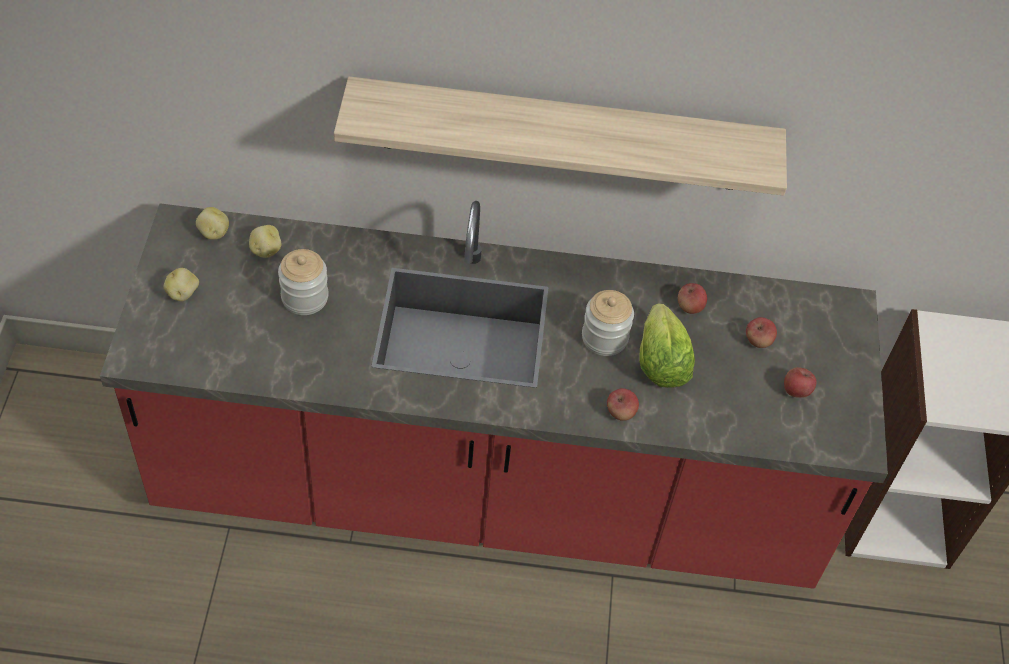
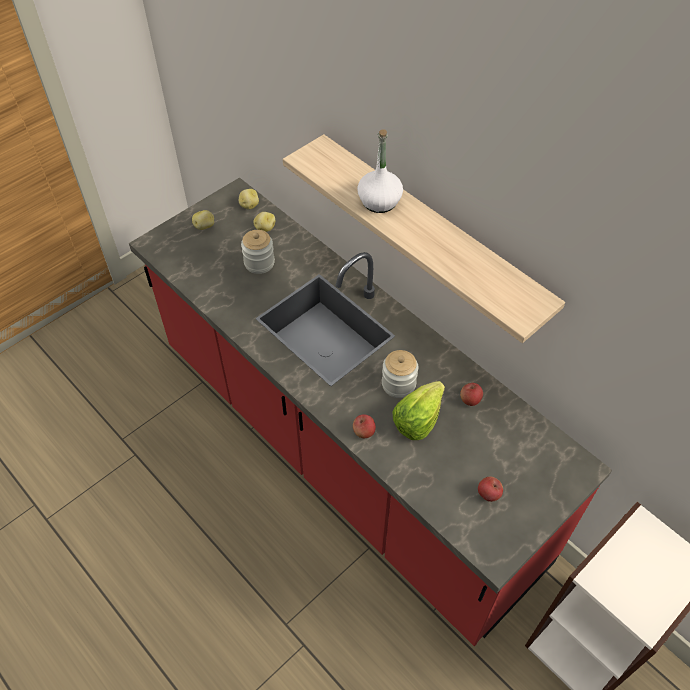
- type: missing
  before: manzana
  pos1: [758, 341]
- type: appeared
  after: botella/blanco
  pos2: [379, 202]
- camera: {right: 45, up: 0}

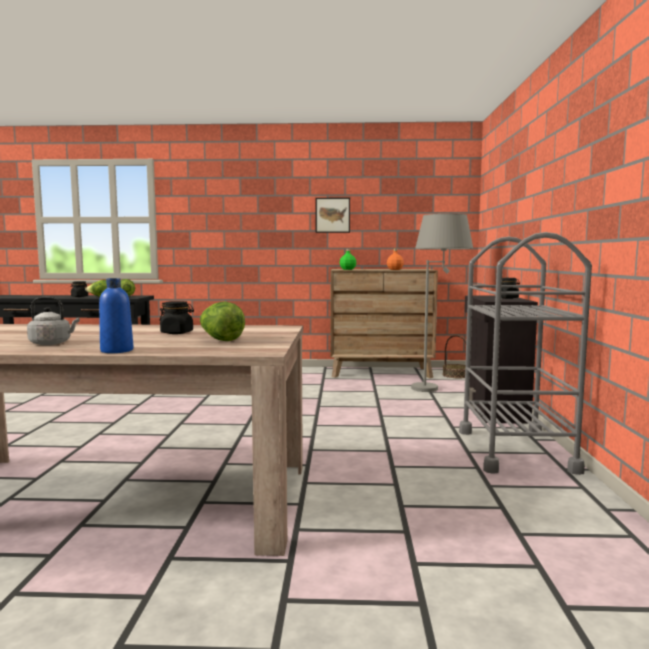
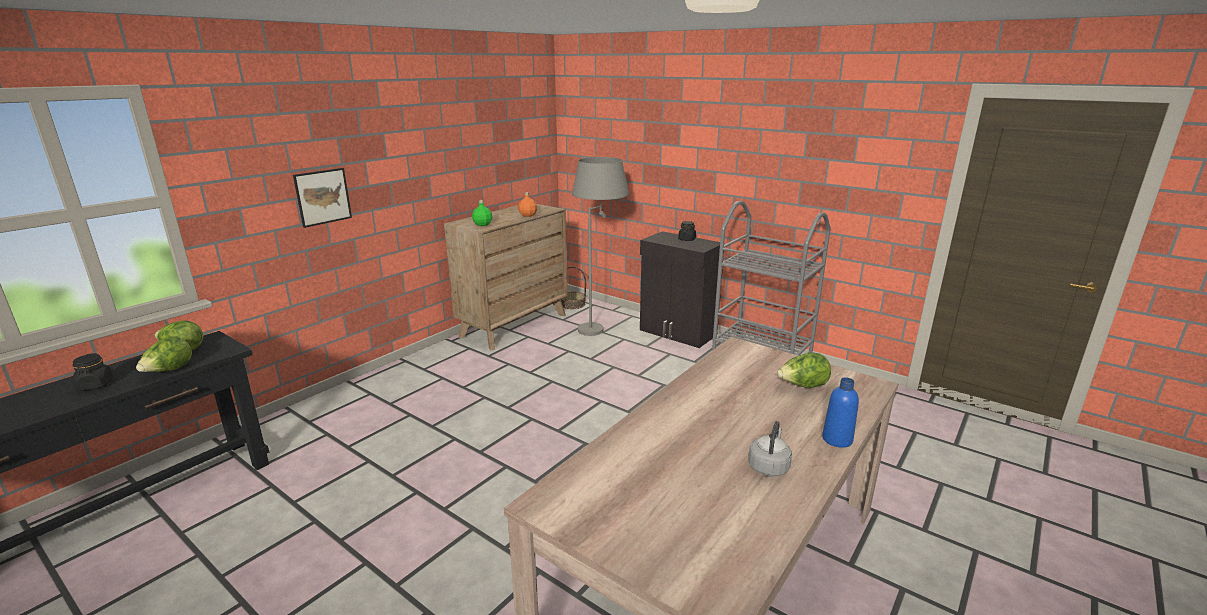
- type: missing
  before: tarro/negro
  pos1: [177, 333]
- type: relocated
  before: cuadro
  pos1: [332, 215]
  pos2: [323, 197]
- camera: {right: -55, up: 15}

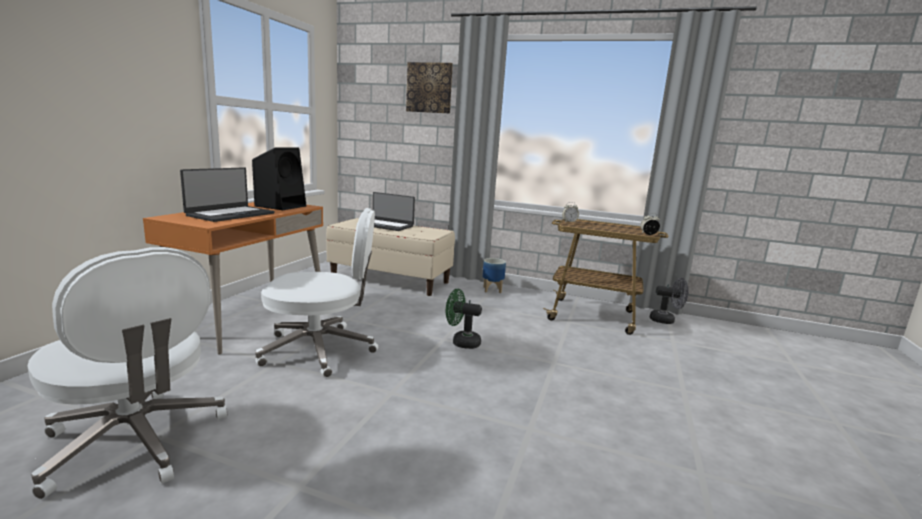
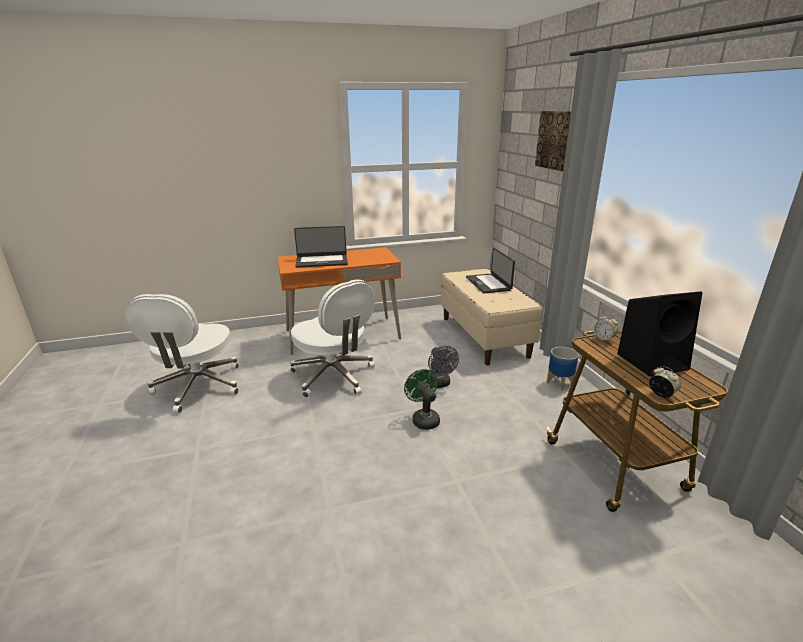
- type: relocated
  before: altavoz/negro
  pos1: [281, 206]
  pos2: [653, 361]
- type: relocated
  before: ventilador/gris
  pos1: [666, 320]
  pos2: [440, 384]
- camera: {right: 55, up: 10}

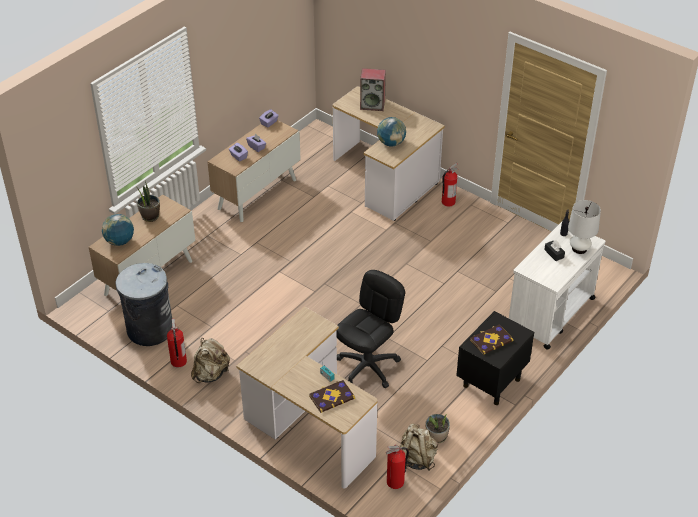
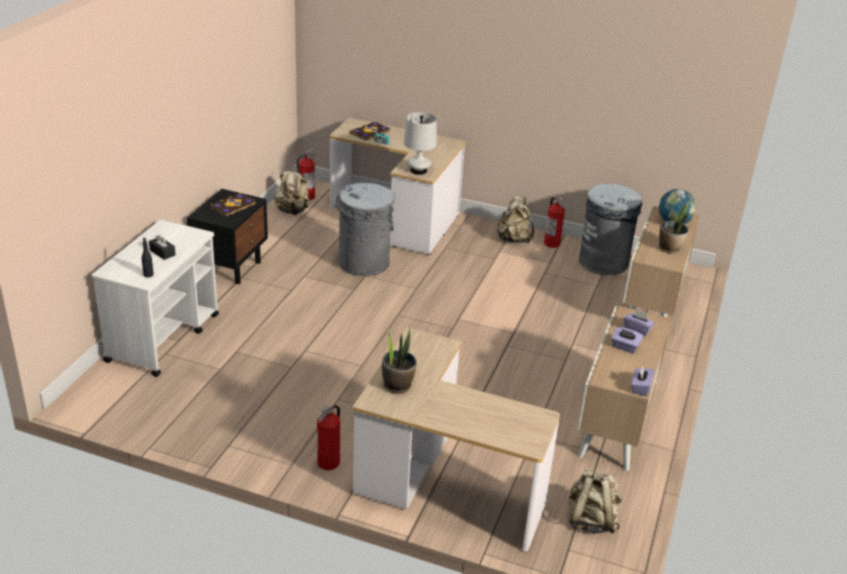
- type: missing
  before: altavoz
  pos1: [373, 105]
- type: missing
  before: globo terráqueo
  pos1: [391, 143]
- type: appeared
  after: mochila/beis
  pos2: [590, 520]
- type: relocated
  before: planta en maceta
  pos1: [436, 437]
  pos2: [397, 385]
- type: relocated
  before: lámpara de mesa/blanco
  pos1: [579, 248]
  pos2: [418, 170]
- type: exchanged
  before: silla de oficina/negro
  after: papelera/gris
  pos1: [368, 367]
  pos2: [364, 263]
- camera: {right: 160, up: -10}

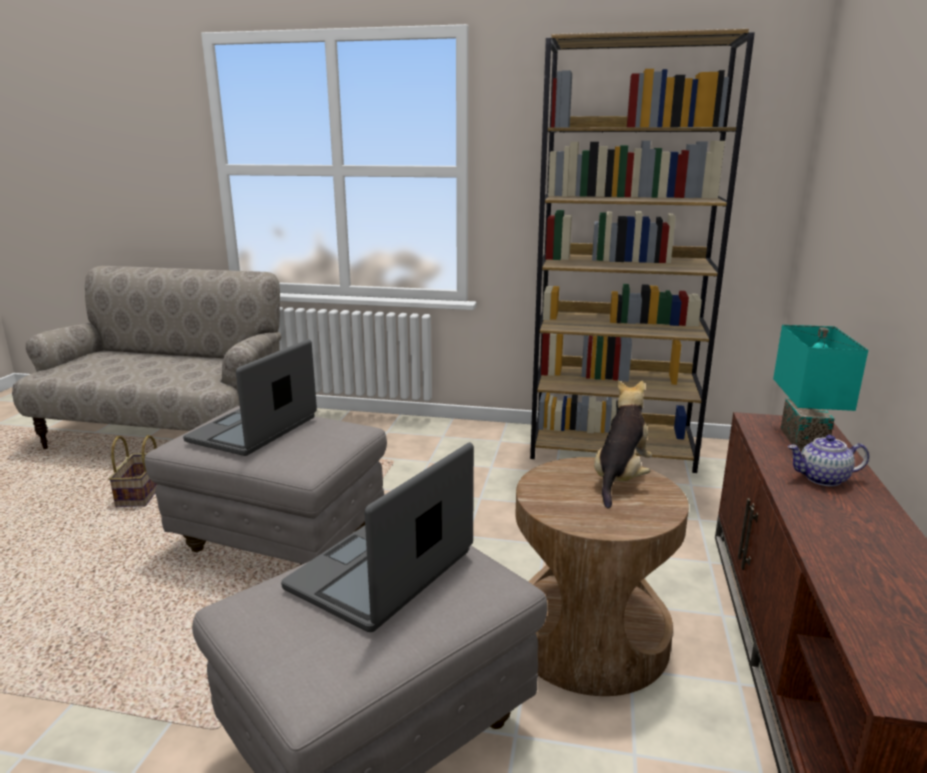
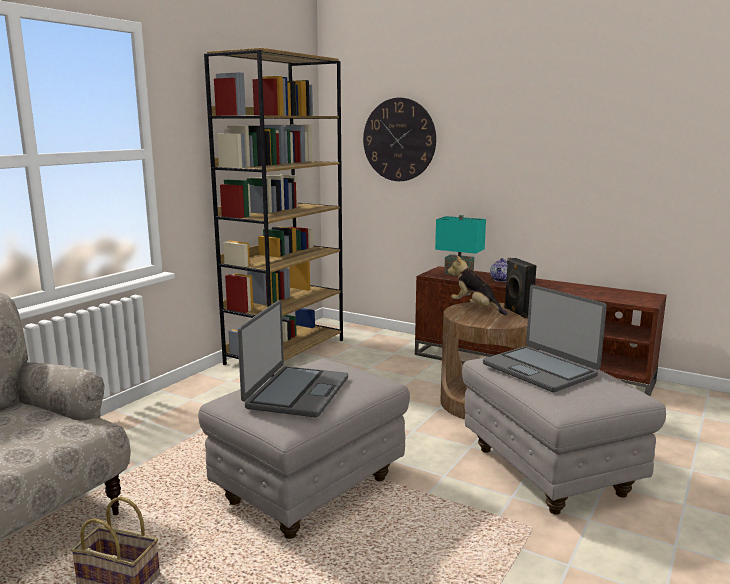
- type: appeared
  after: reloj de pared
  pos2: [399, 140]
- type: appeared
  after: altavoz/negro
  pos2: [517, 312]
- type: spun
  before: portátil
  pos1: [254, 430]
  pos2: [296, 392]
  turn: -120
- camera: {right: -70, up: -5}

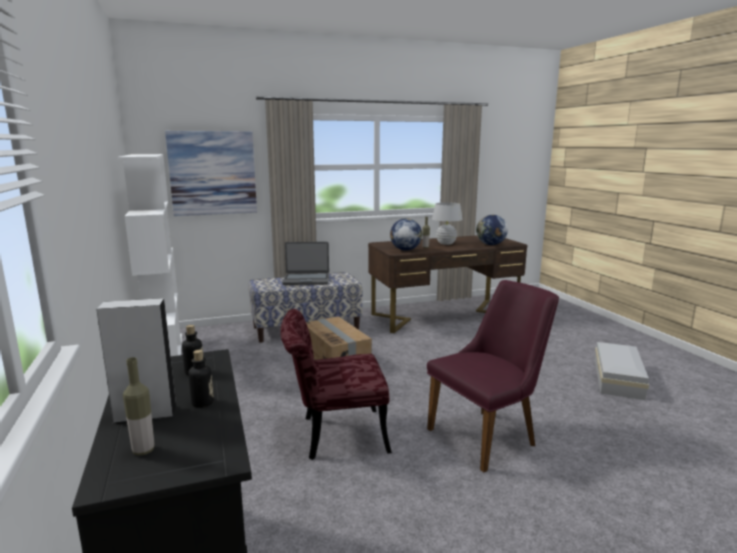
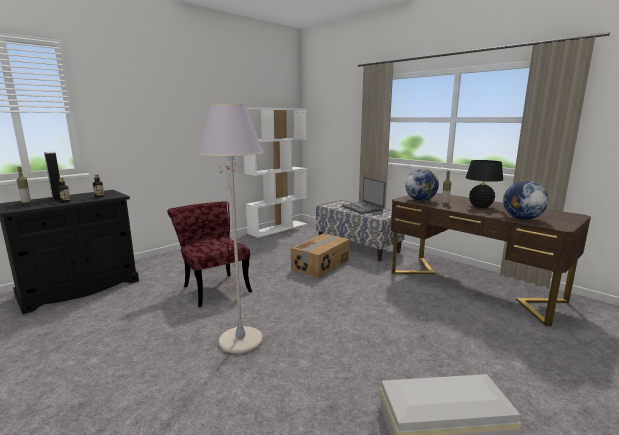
- type: missing
  before: cuadro
  pos1: [213, 173]
- type: exchanged
  before: silla/morado
  after: lámpara de pie/gris
  pos1: [489, 435]
  pos2: [240, 341]
- type: colour
  before: lámpara de mesa/blanco
  after: lámpara de mesa/negro
  pos1: [446, 243]
  pos2: [480, 206]
- camera: {right: 65, up: 0}

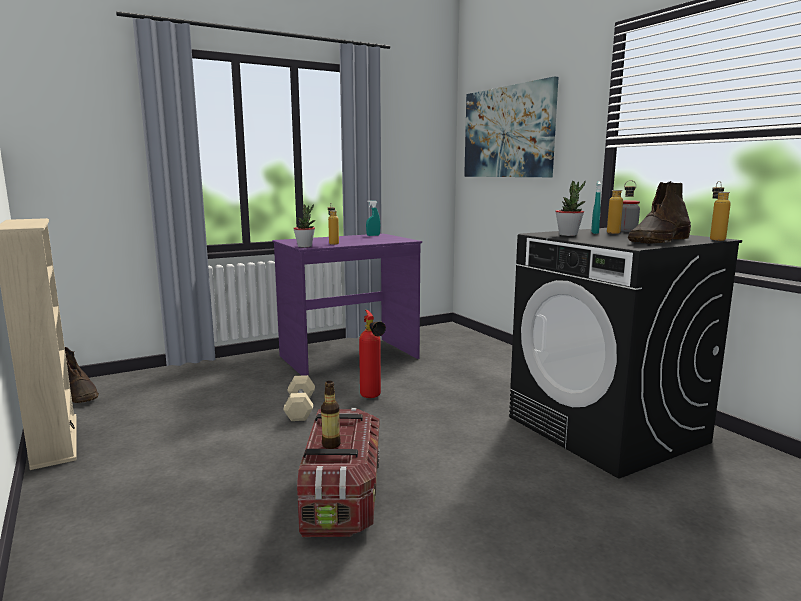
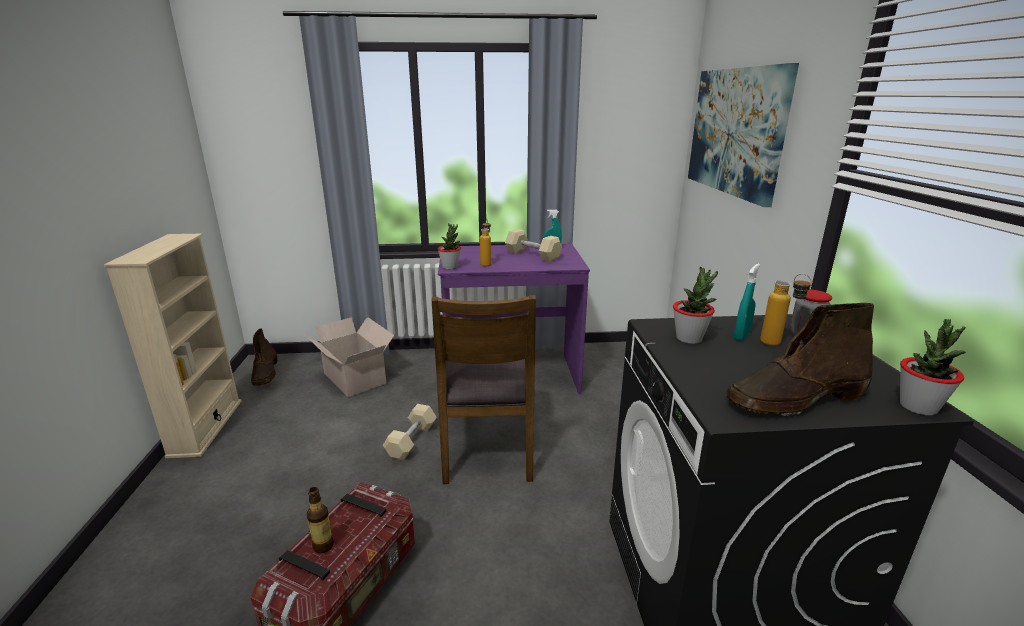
- type: appeared
  after: caja de cartón
  pos2: [355, 379]
- type: appeared
  after: mancuerna/beis
  pos2: [532, 255]
- type: exchanged
  before: extintor
  after: silla/marrón
  pos1: [372, 398]
  pos2: [487, 445]
- type: exchanged
  before: botella
  after: planta en maceta
  pos1: [715, 239]
  pos2: [918, 407]
- camera: {right: 25, up: 10}

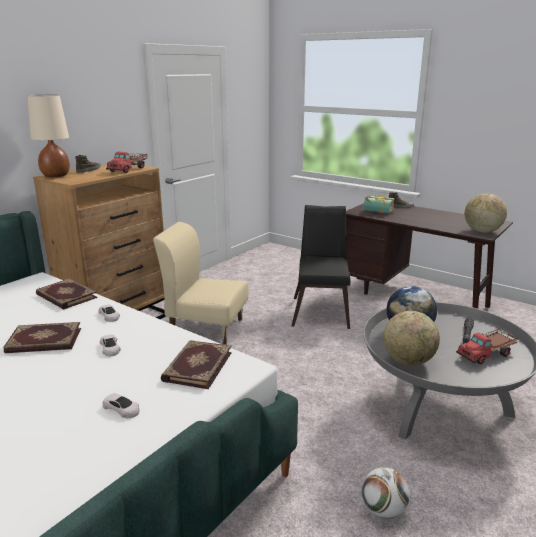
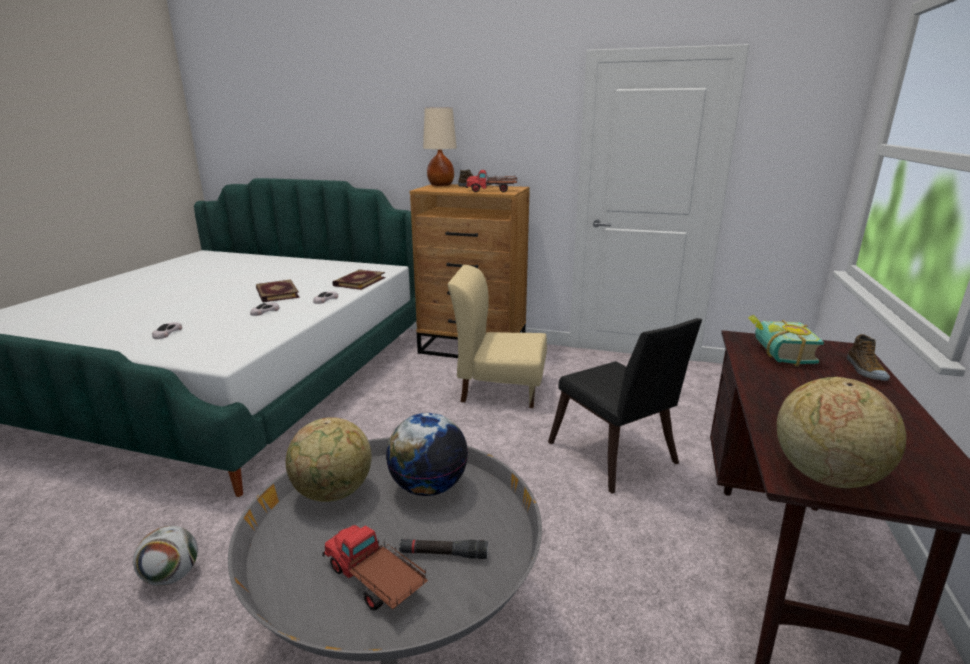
- type: missing
  before: libro
  pos1: [196, 366]
- type: spun
  before: silla/beis
  pos1: [206, 327]
  pos2: [500, 389]
  turn: -75
- type: spun
  before: silla/negro
  pos1: [321, 310]
  pos2: [615, 458]
  turn: 75
- camera: {right: 70, up: 0}

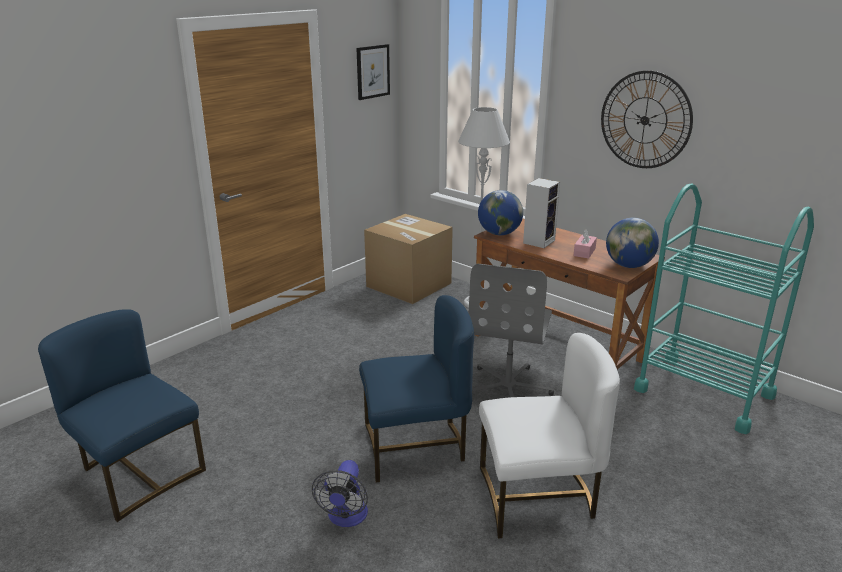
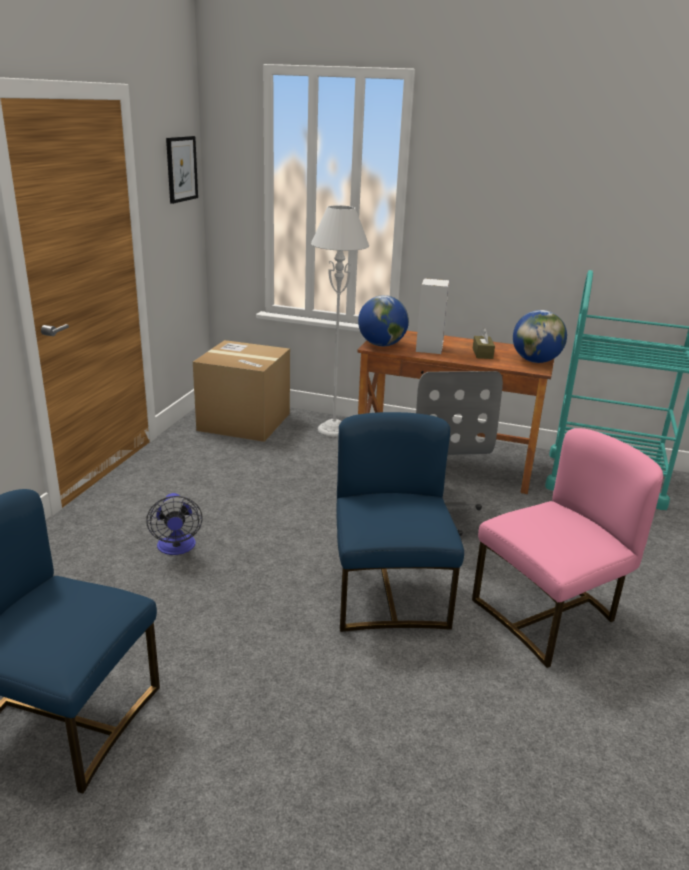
- type: missing
  before: reloj de pared
  pos1: [645, 120]
- type: relocated
  before: ventilador
  pos1: [346, 518]
  pos2: [176, 548]
- type: colour
  before: silla/blanco
  after: silla/rosa
  pos1: [537, 498]
  pos2: [549, 615]
- type: colour
  before: caja de pañuelos/rosa
  after: caja de pañuelos/marrón
  pos1: [584, 252]
  pos2: [482, 353]
- type: spun
  before: silla/azul
  pos1: [415, 447]
  pos2: [389, 594]
  turn: -60
- camera: {right: -25, up: 0}

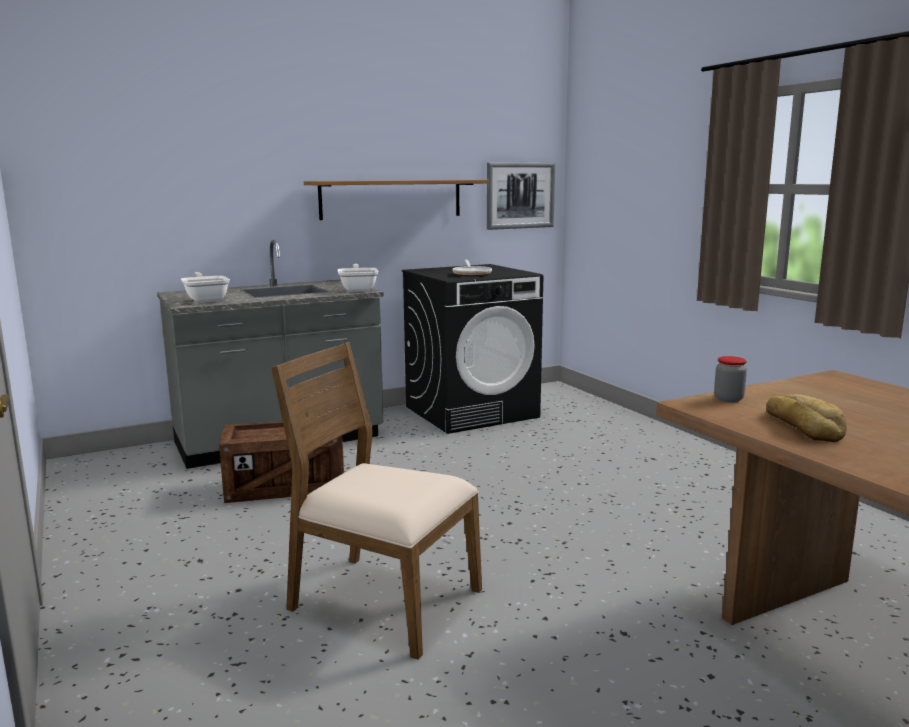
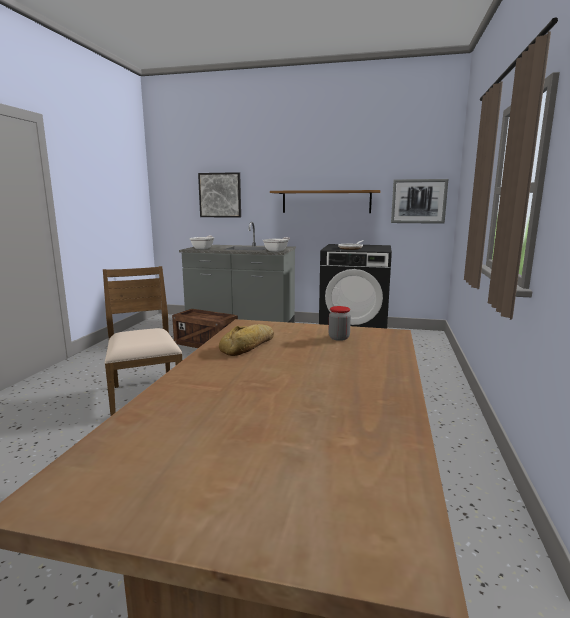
- type: appeared
  after: cuadro
  pos2: [220, 195]
- type: relocated
  before: tarro
  pos1: [728, 399]
  pos2: [339, 338]
- camera: {right: 40, up: 0}

